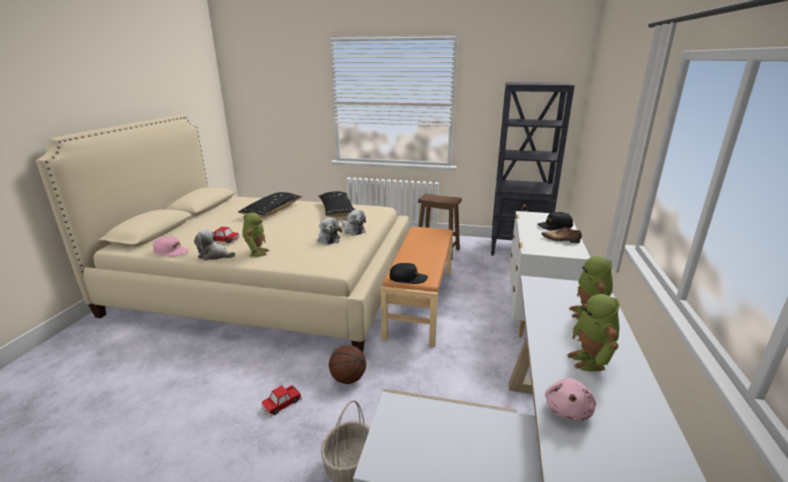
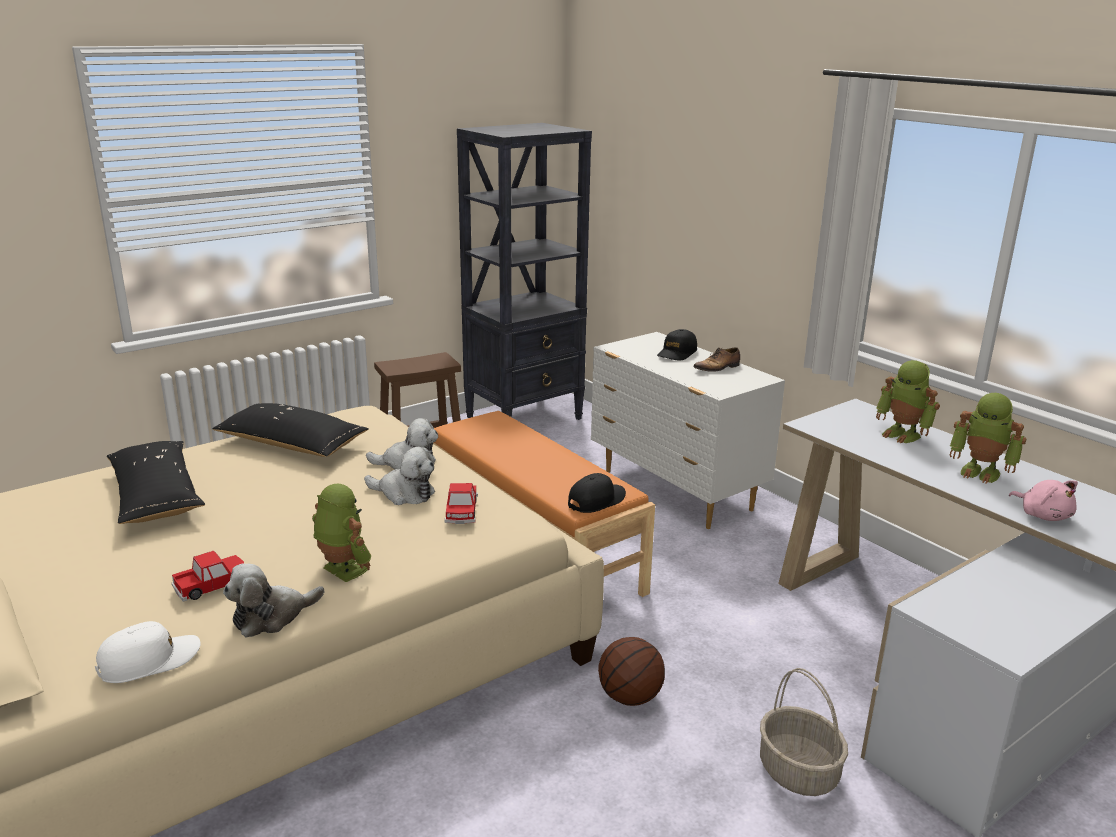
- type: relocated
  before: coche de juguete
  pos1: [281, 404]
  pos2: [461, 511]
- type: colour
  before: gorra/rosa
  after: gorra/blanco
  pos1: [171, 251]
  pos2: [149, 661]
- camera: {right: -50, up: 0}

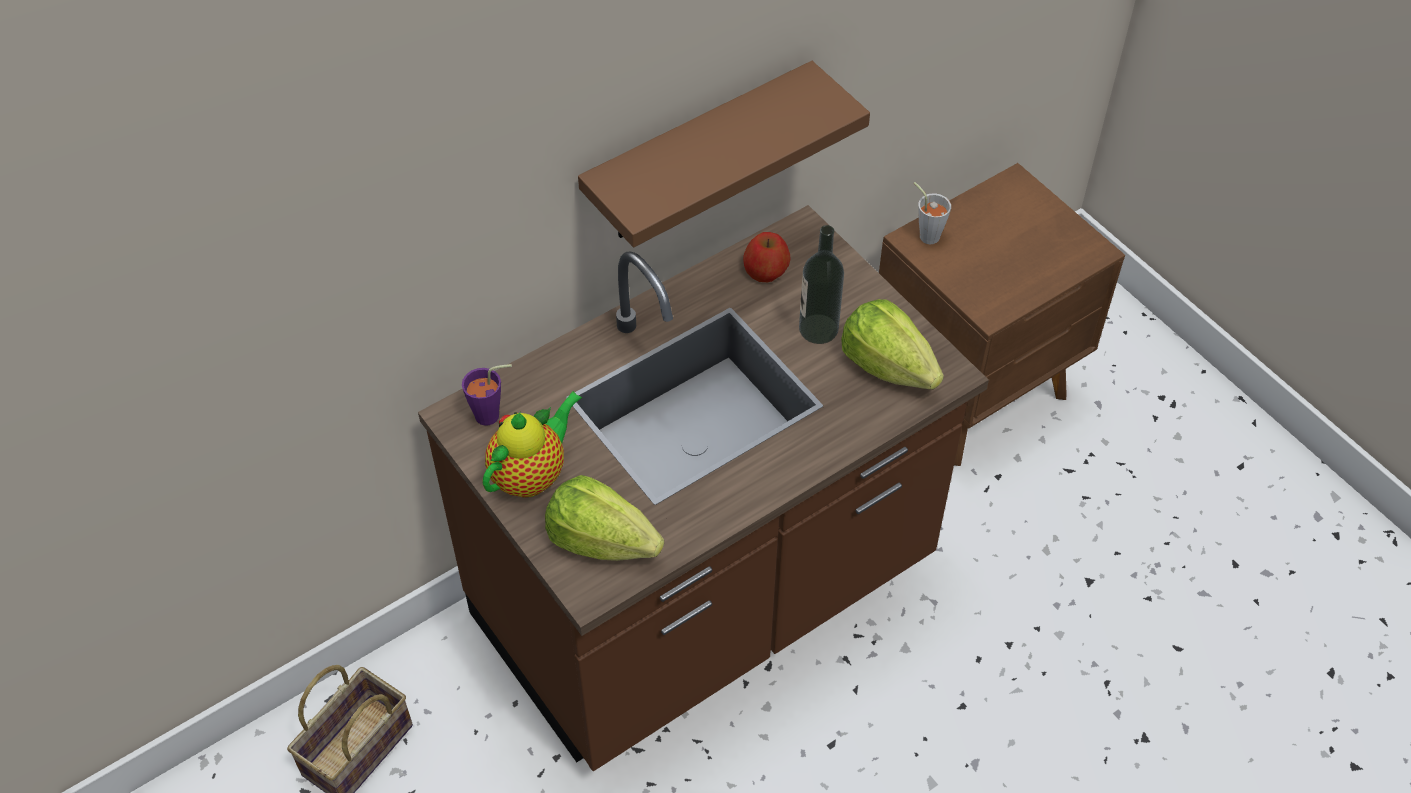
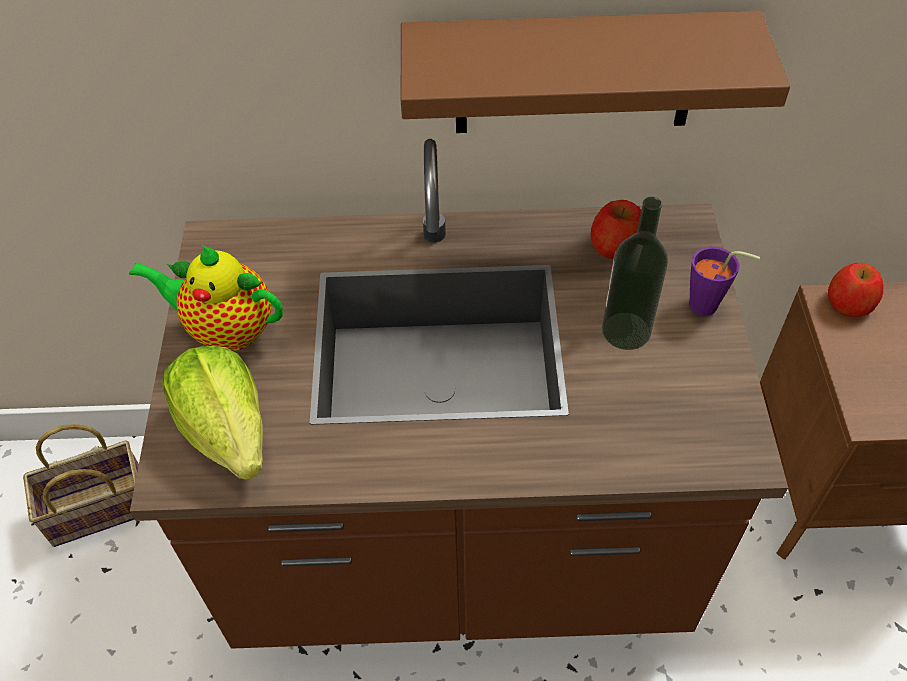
- type: missing
  before: lechuga
  pos1: [888, 366]
- type: relocated
  before: taza/morado
  pos1: [493, 415]
  pos2: [709, 307]
- type: exchanged
  before: taza/gris
  after: manzana
  pos1: [926, 233]
  pos2: [849, 303]
- type: spun
  before: tetera
  pos1: [532, 474]
  pos2: [226, 329]
  turn: -150
- camera: {right: 35, up: 0}

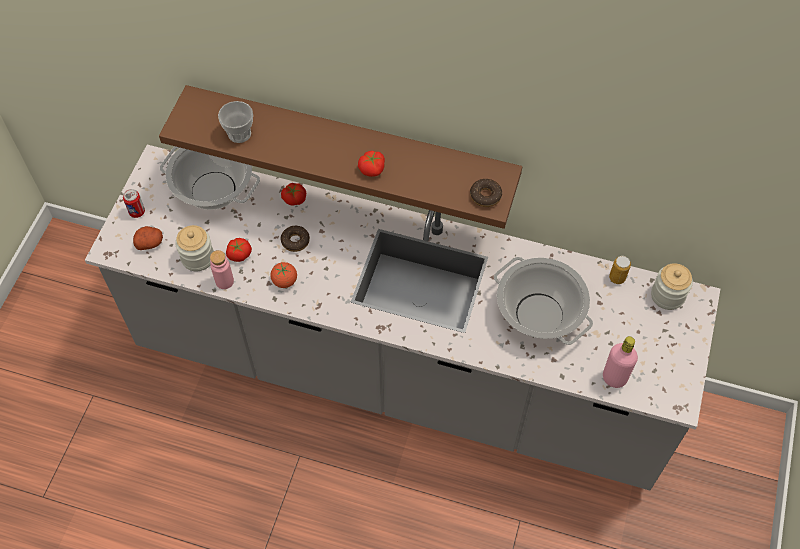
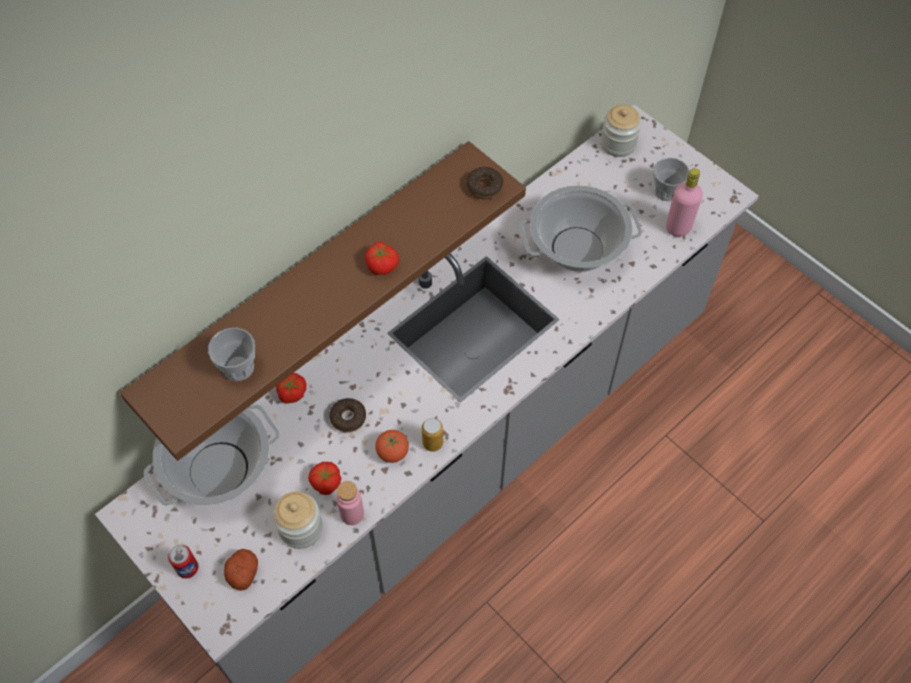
- type: appeared
  after: taza
  pos2: [666, 191]
- type: relocated
  before: lata
  pos1: [617, 278]
  pos2: [432, 443]
- camera: {right: -60, up: 0}

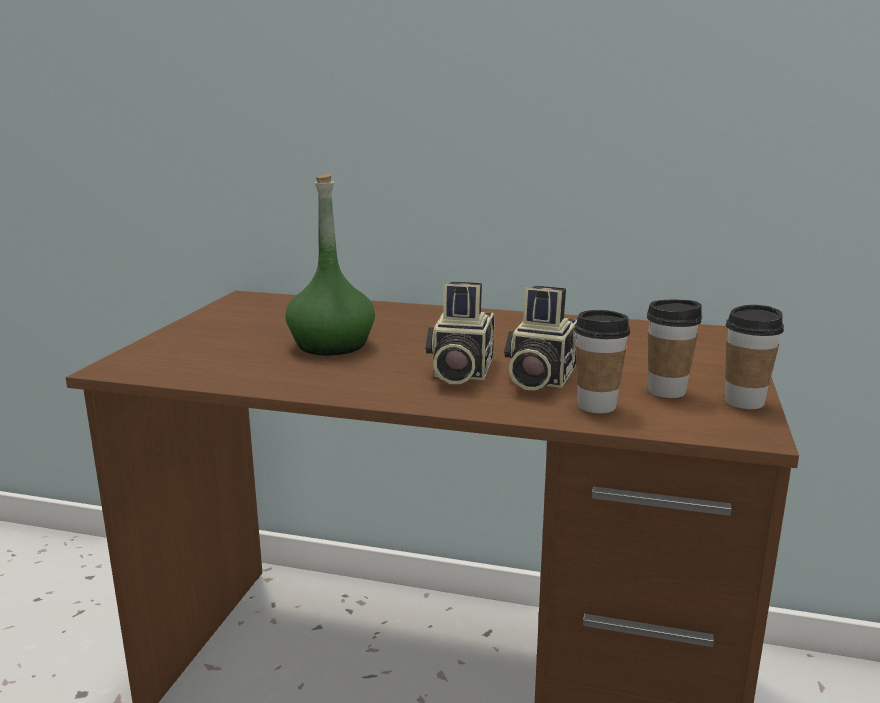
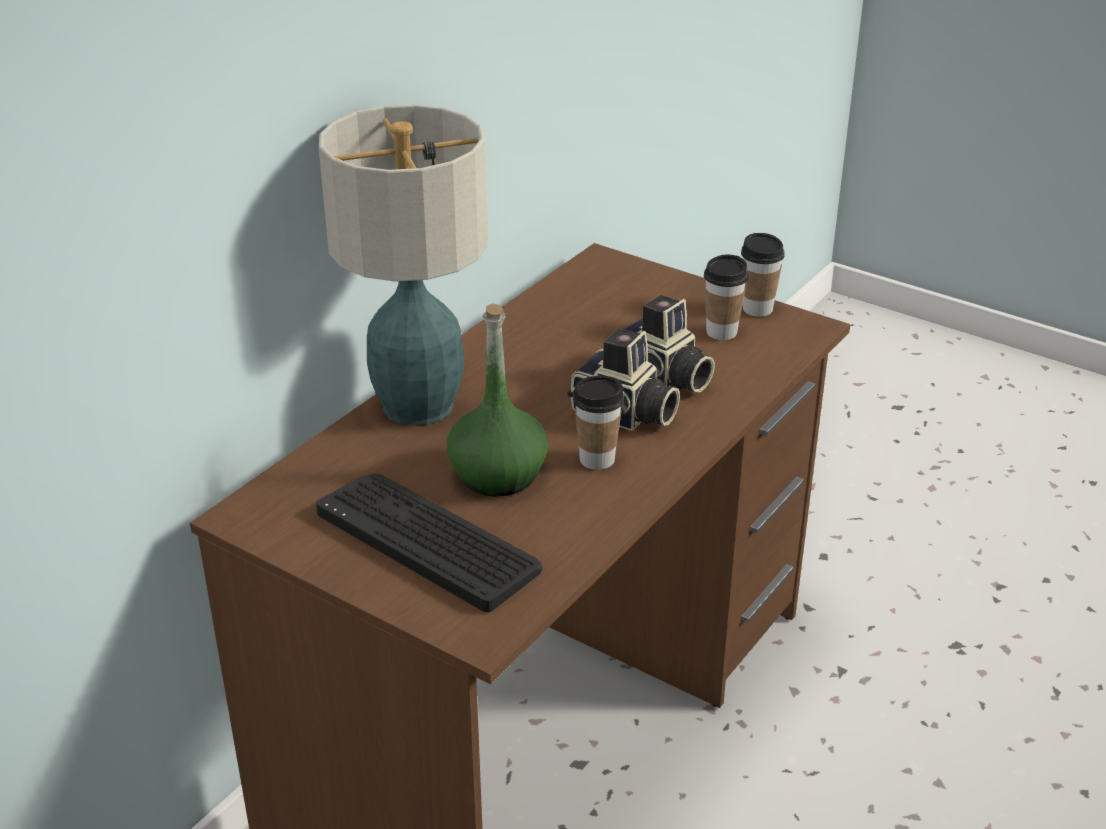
- type: appeared
  after: teclado
  pos2: [428, 540]
- type: appeared
  after: lámpara de mesa
  pos2: [419, 404]
- type: relocated
  before: taza
  pos1: [596, 406]
  pos2: [597, 459]
- camera: {right: -70, up: 15}

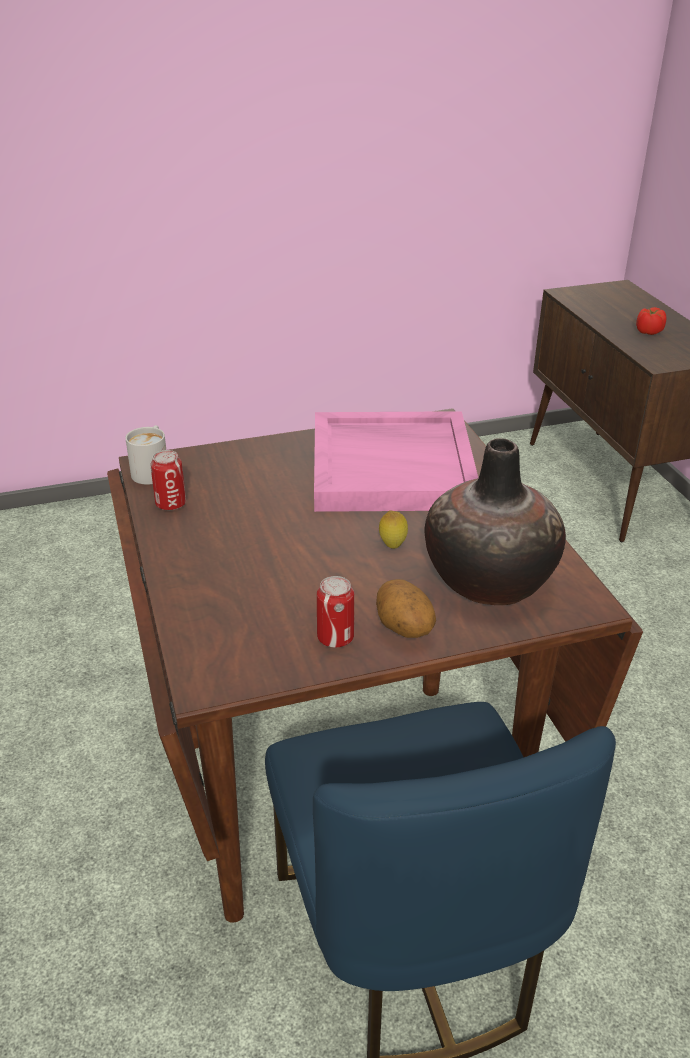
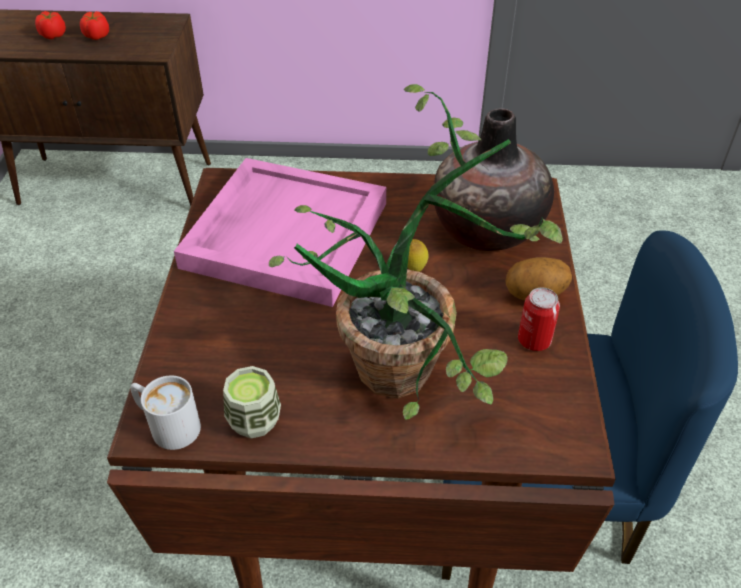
- type: appeared
  after: tomate
  pos2: [53, 35]
- type: appeared
  after: planta en maceta
  pos2: [415, 369]
- type: exchanged
  before: lata
  after: taza
  pos1: [171, 504]
  pos2: [254, 420]
- camera: {right: -70, up: 10}

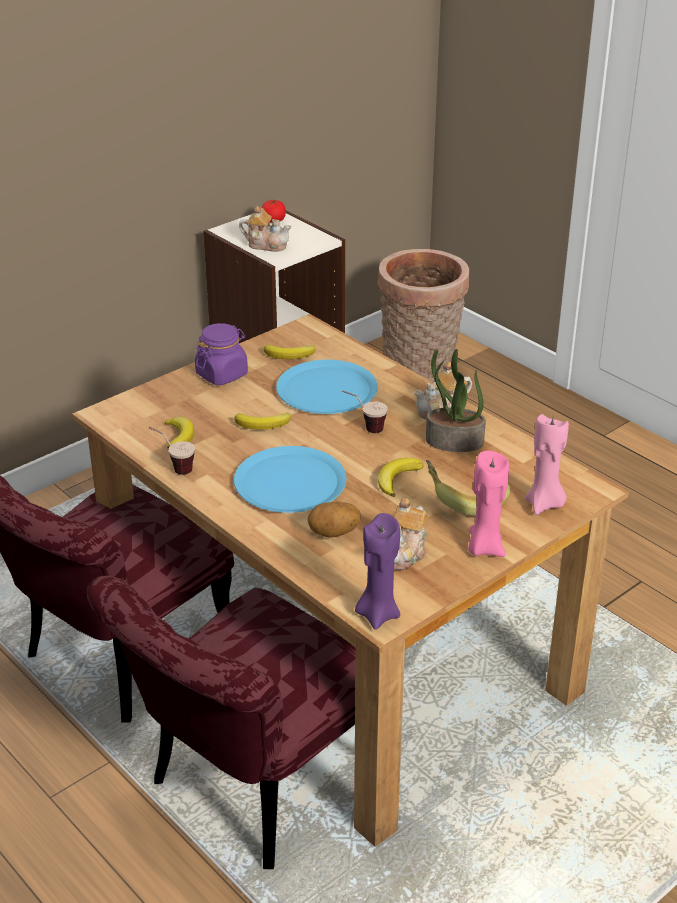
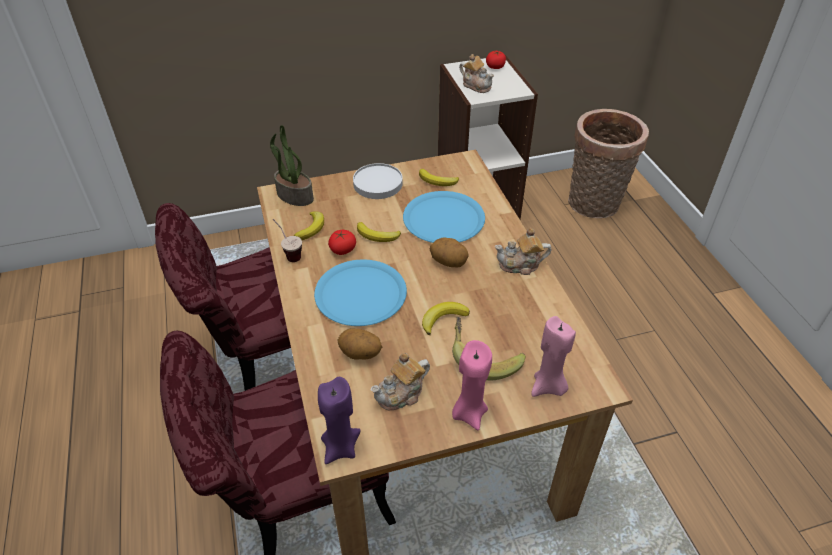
- type: appeared
  after: tomate
  pos2: [342, 249]
- type: relocated
  before: planta en maceta
  pos1: [453, 442]
  pos2: [294, 196]
- type: exchanged
  before: tarro/morado
  after: plato/blanco
  pos1: [222, 374]
  pos2: [377, 184]
- type: exchanged
  before: taza
  after: patata
  pos1: [364, 428]
  pos2: [448, 262]
- camera: {right: 25, up: 10}

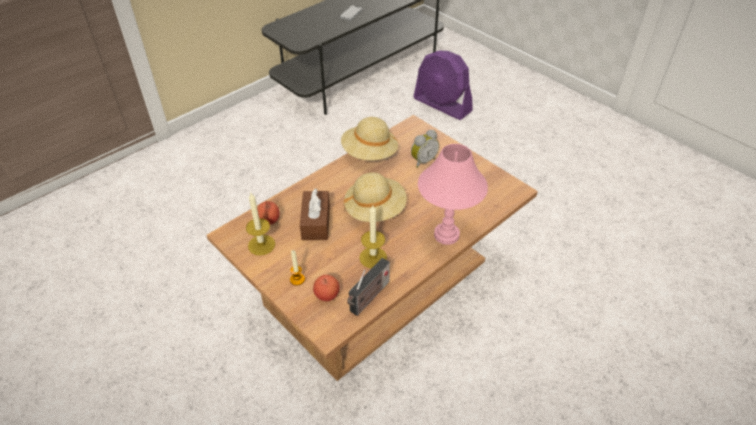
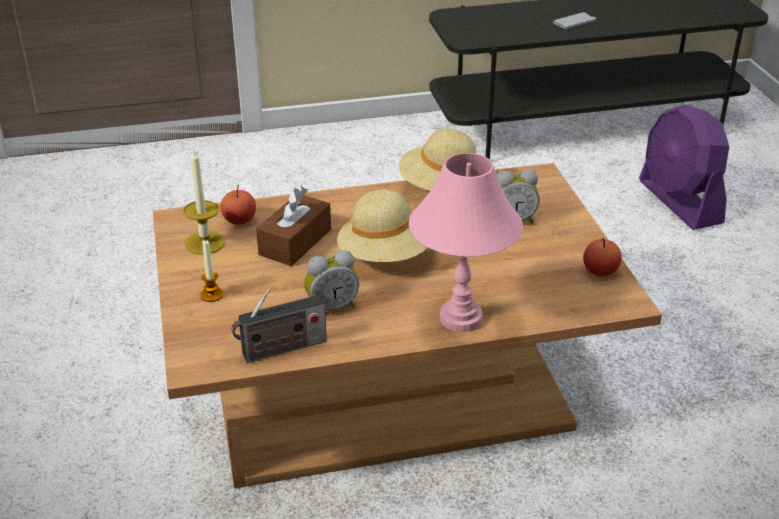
- type: relocated
  before: manzana
  pos1: [327, 295]
  pos2: [600, 271]
- type: exchanged
  before: vela
  after: despertador
  pos1: [373, 257]
  pos2: [331, 307]
- camera: {right: 30, up: -10}

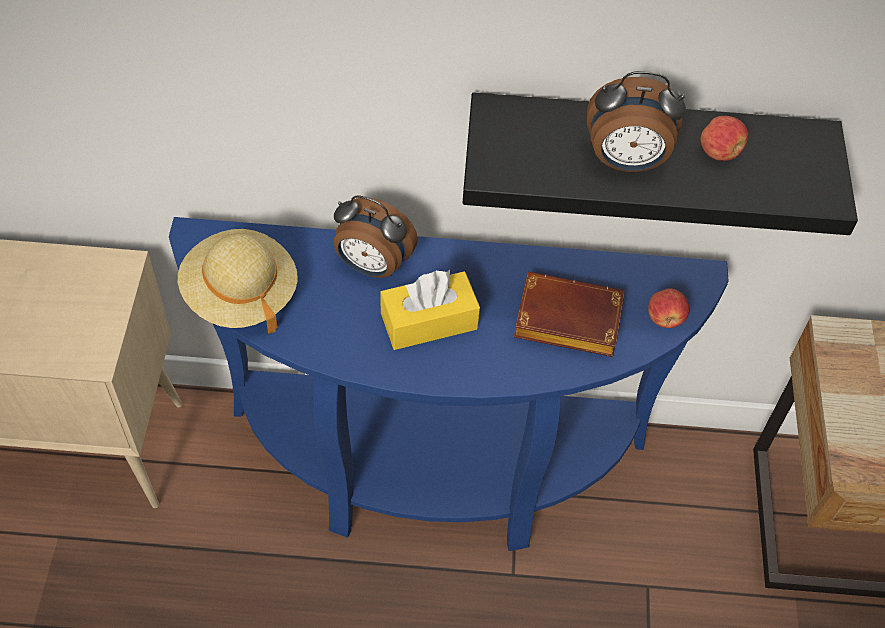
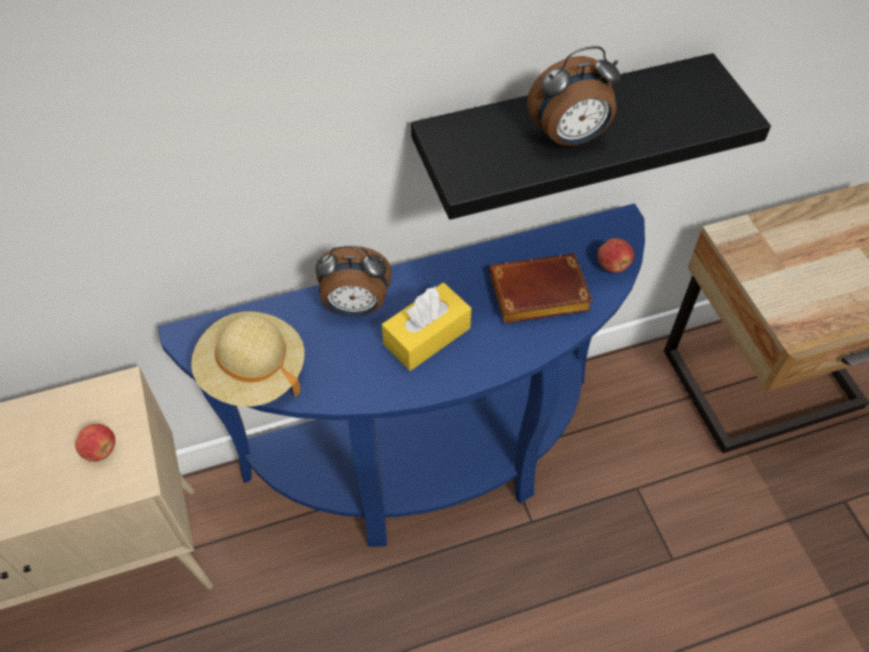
- type: relocated
  before: manzana
  pos1: [719, 152]
  pos2: [100, 450]
- camera: {right: -20, up: 0}

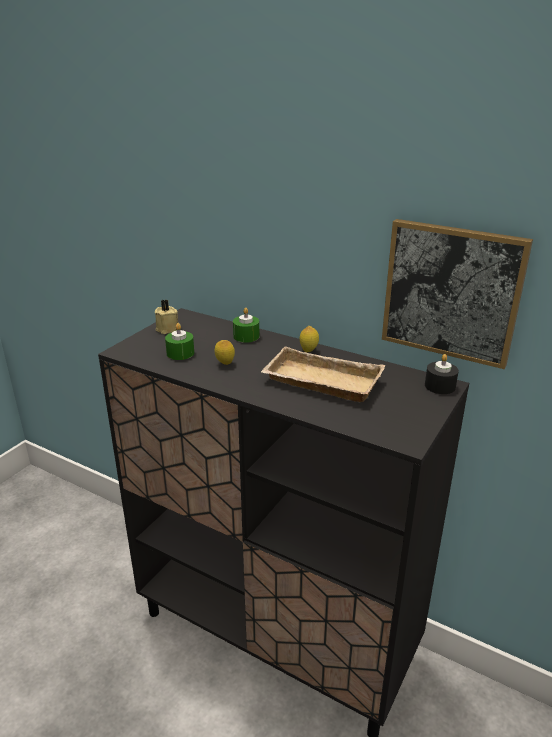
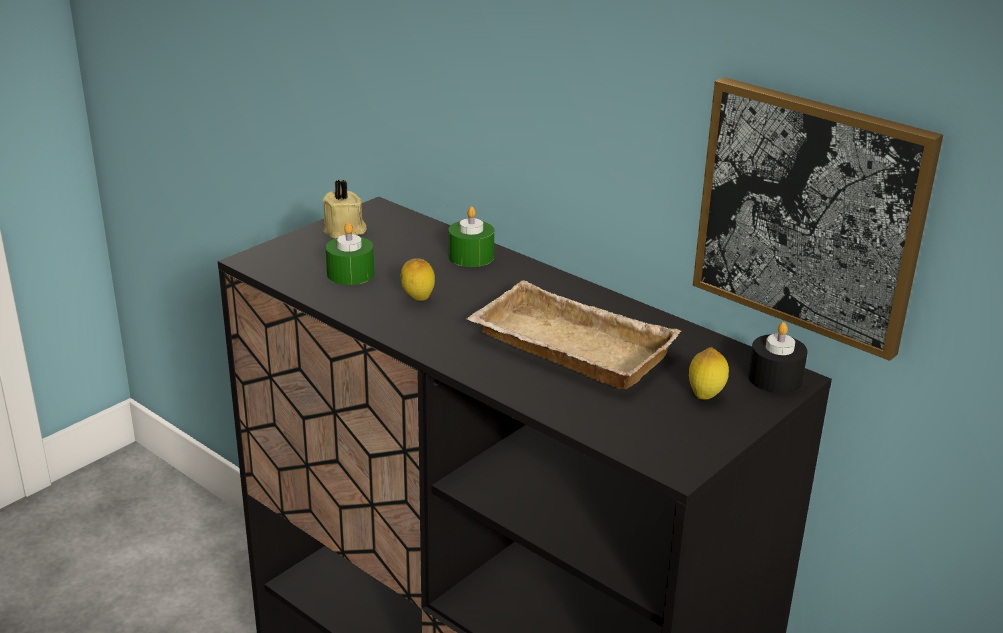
- type: relocated
  before: limón
  pos1: [308, 351]
  pos2: [705, 396]
- camera: {right: 10, up: 0}

